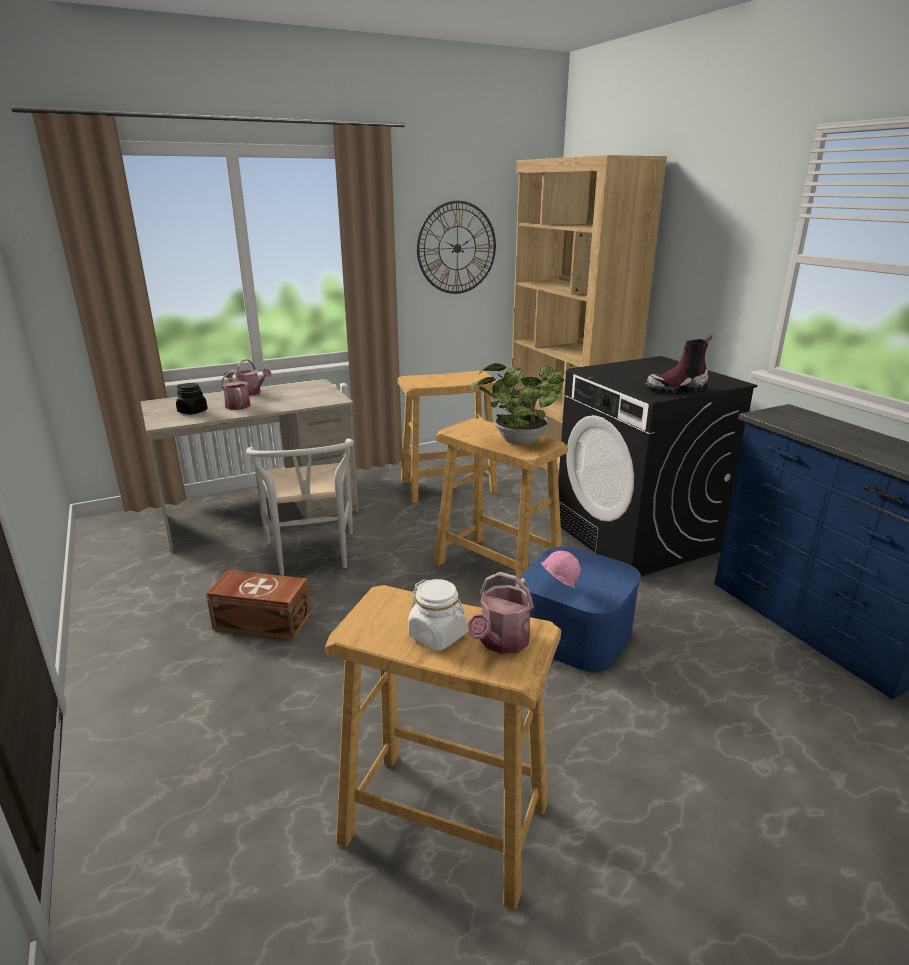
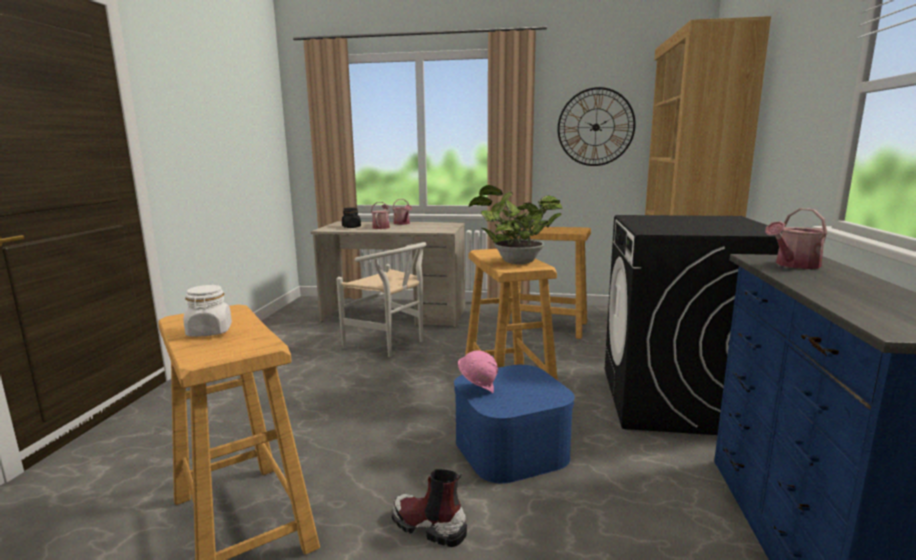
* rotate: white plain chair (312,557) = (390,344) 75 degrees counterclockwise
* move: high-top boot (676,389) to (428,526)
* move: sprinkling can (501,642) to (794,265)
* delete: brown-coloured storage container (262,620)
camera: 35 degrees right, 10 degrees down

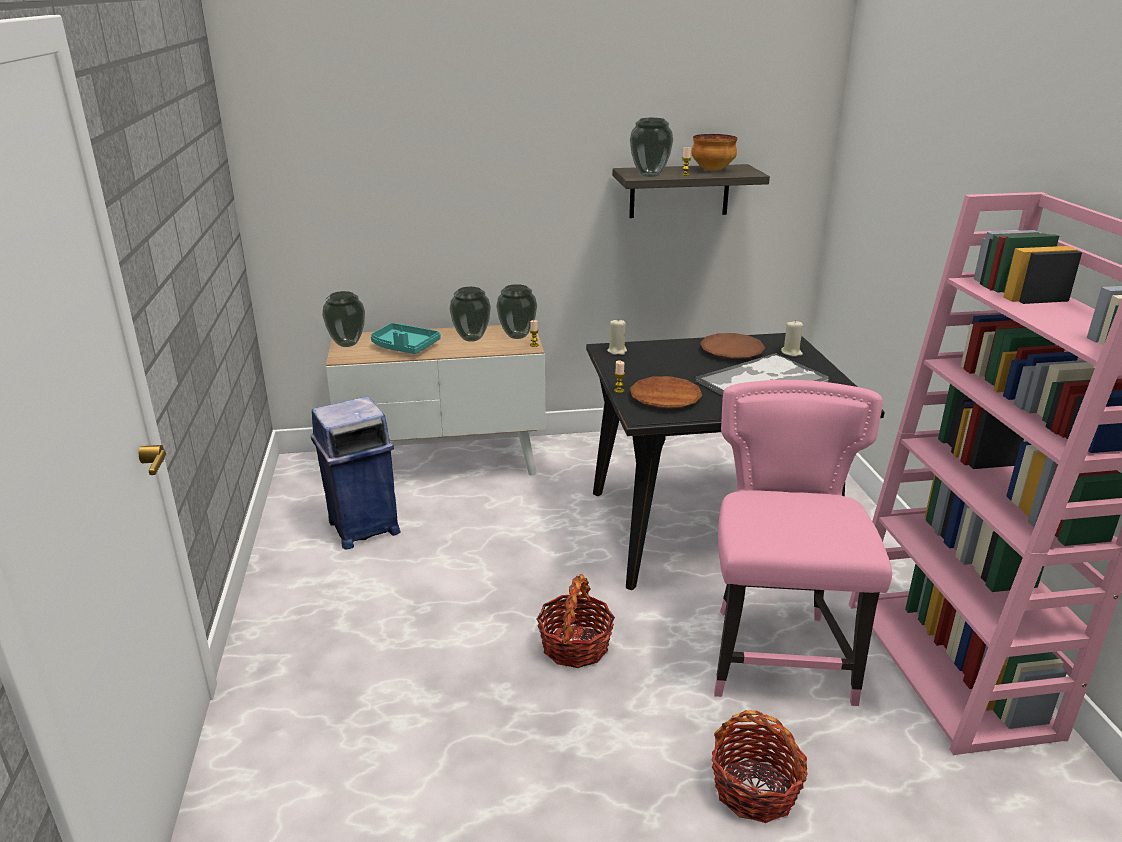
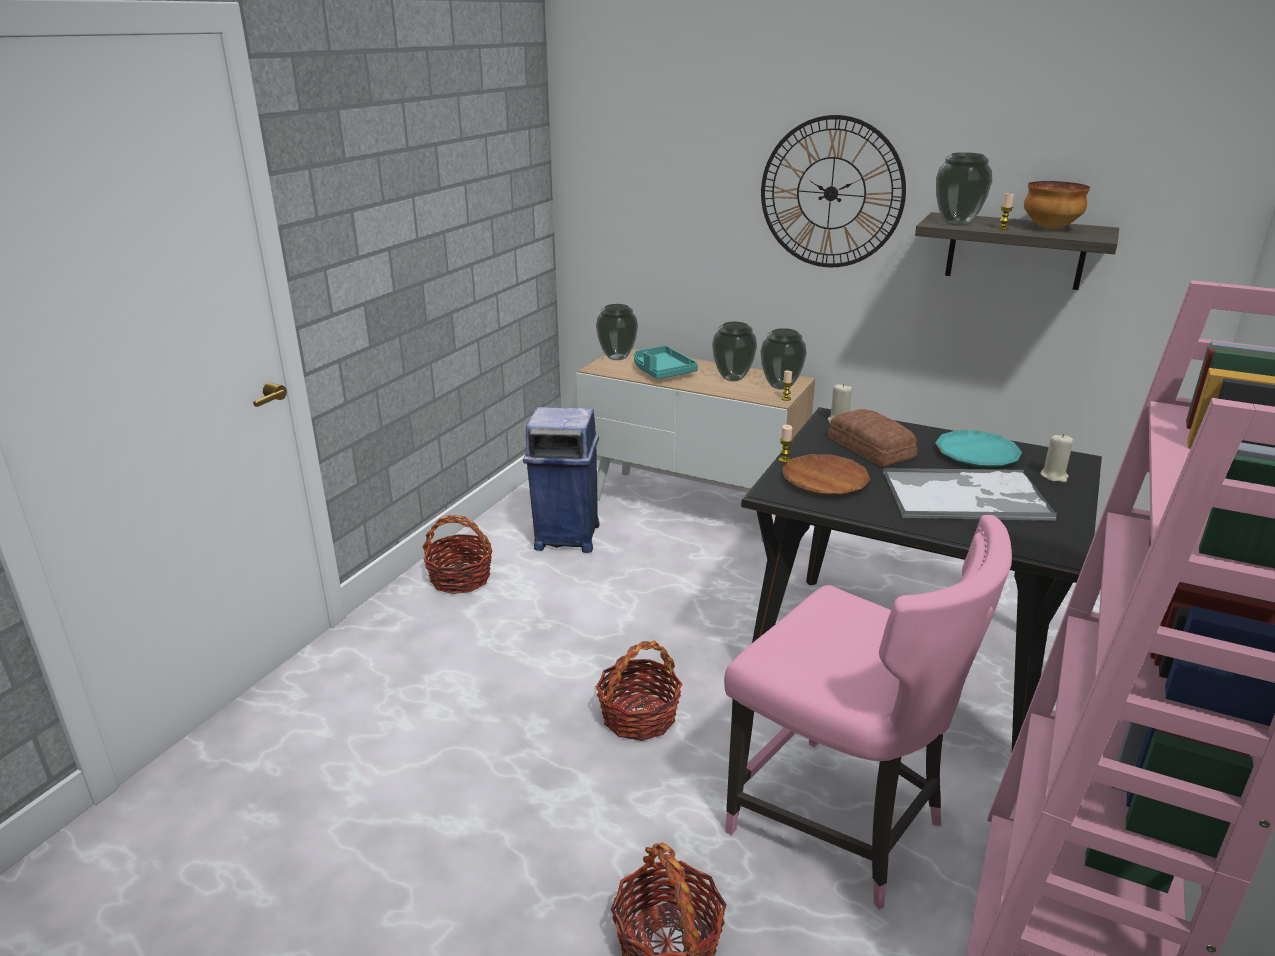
* insert: basket (460,578)
* rotate: pinkish plain chair (778,653) = (841,824) 90 degrees clockwise
* insert: clock on the wall (831,193)
* insert: bakery bread (870,448)
* recolor: brown-coloured dinner plate (731,351) to blue-green dinner plate (976,454)
camera: 35 degrees right, 0 degrees up

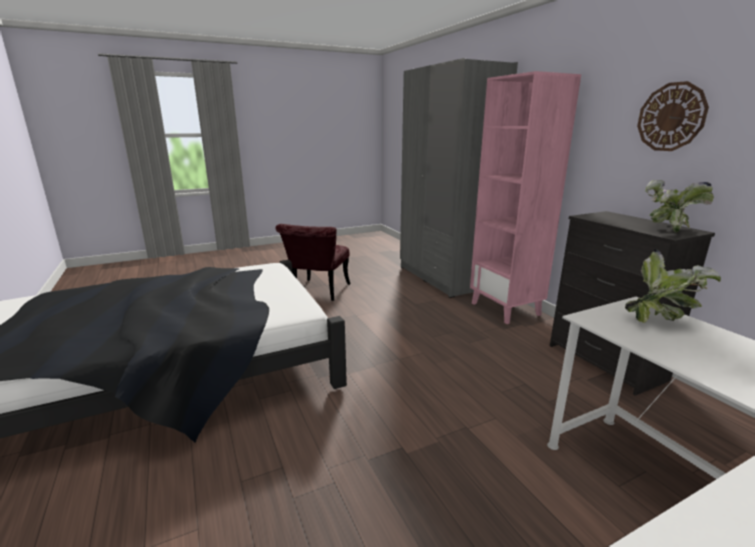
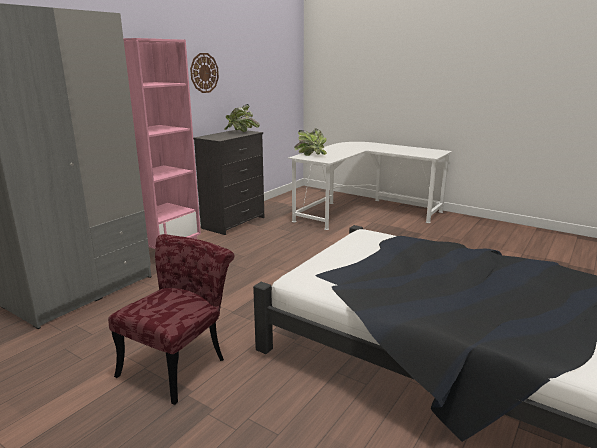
* rotate: red plain chair (318,292) = (180,362) 45 degrees counterclockwise
camera: 120 degrees left, 0 degrees up

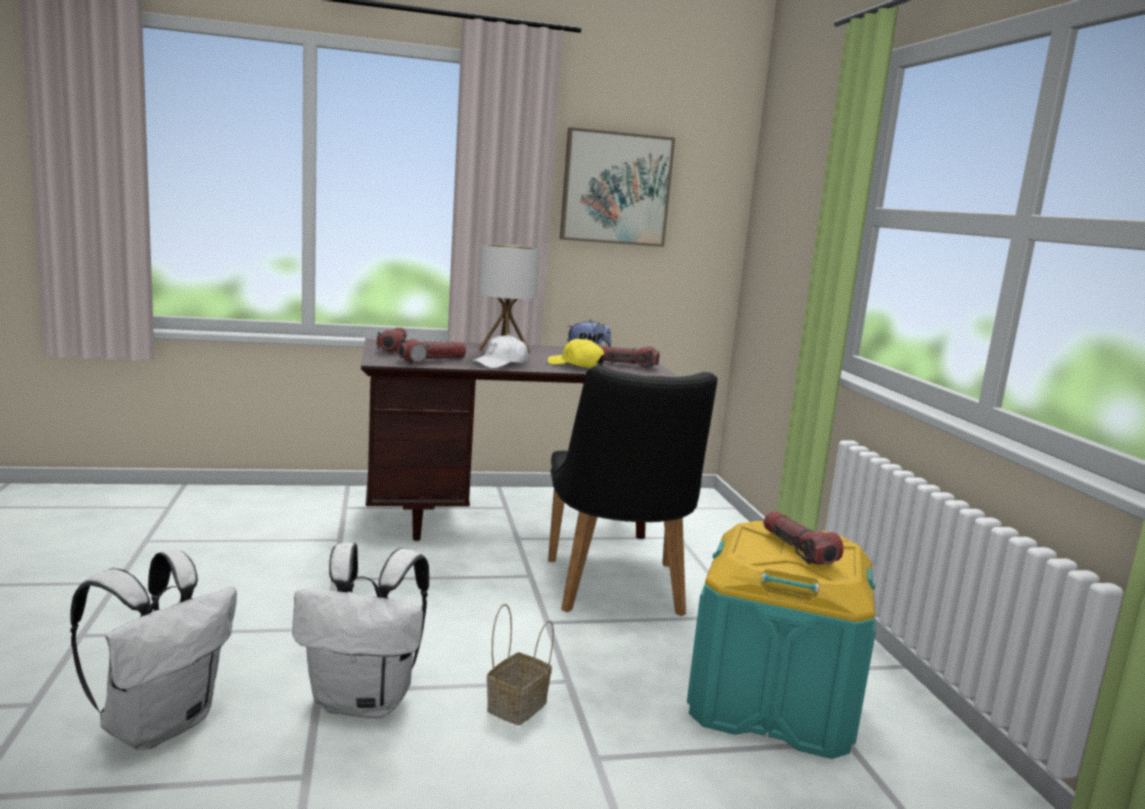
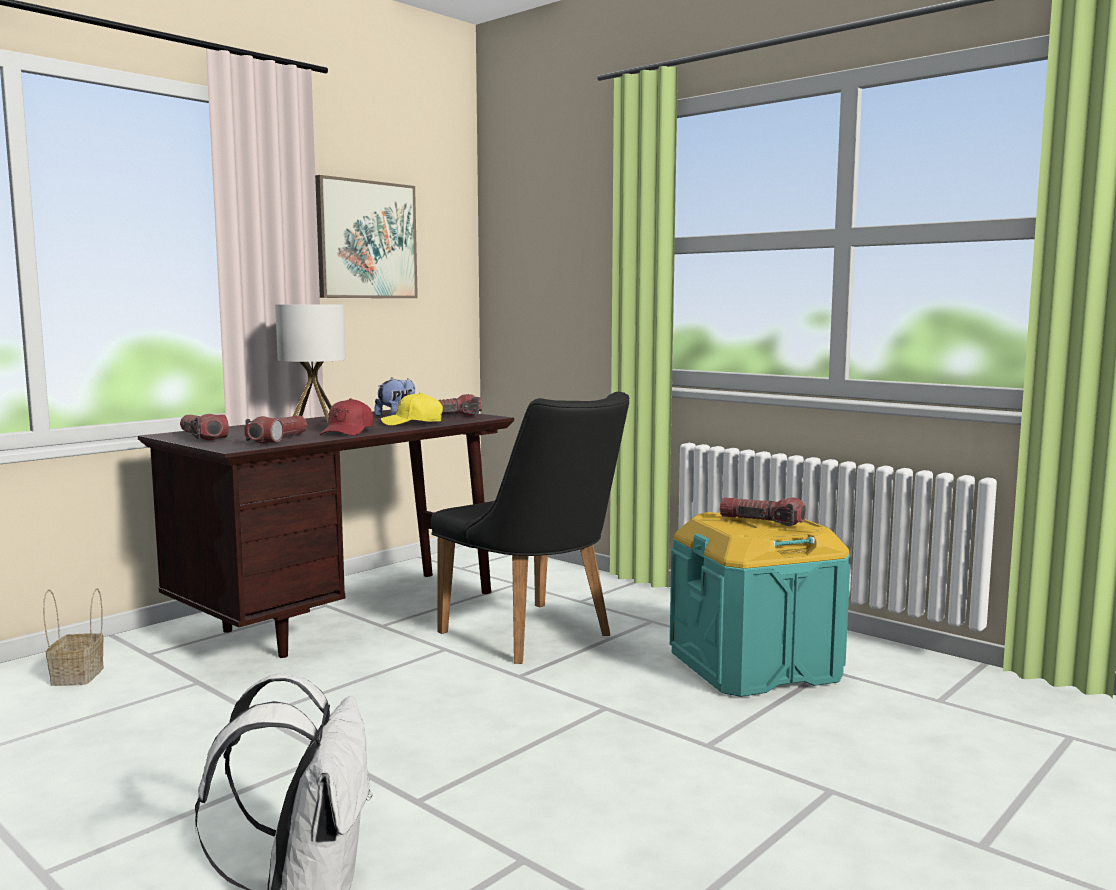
* move: basket (517,708) to (78,677)
* recolor: white cap (500,363) to red cap (348,432)
* delete: white knapsack (365,701)
camera: 35 degrees left, 5 degrees down

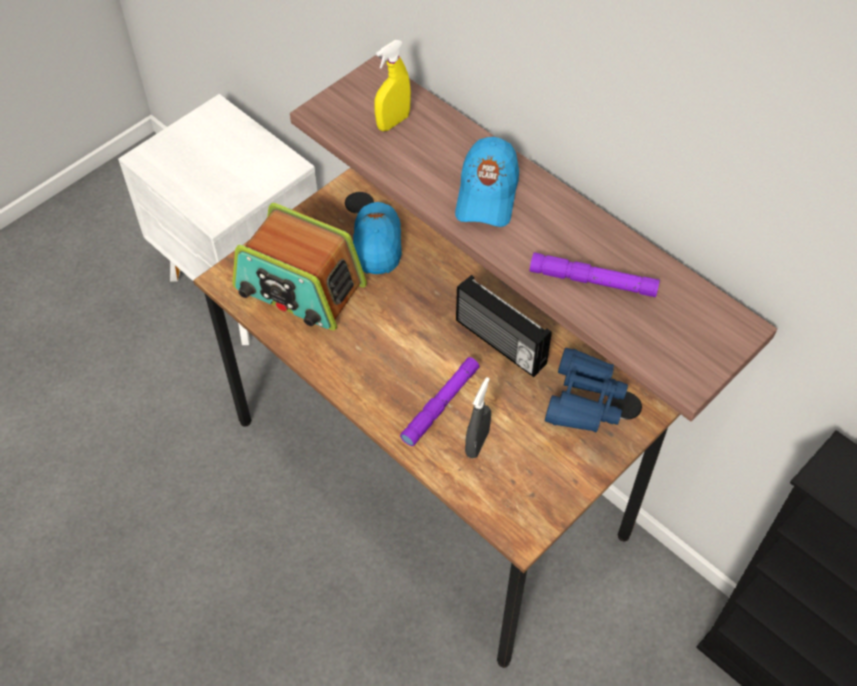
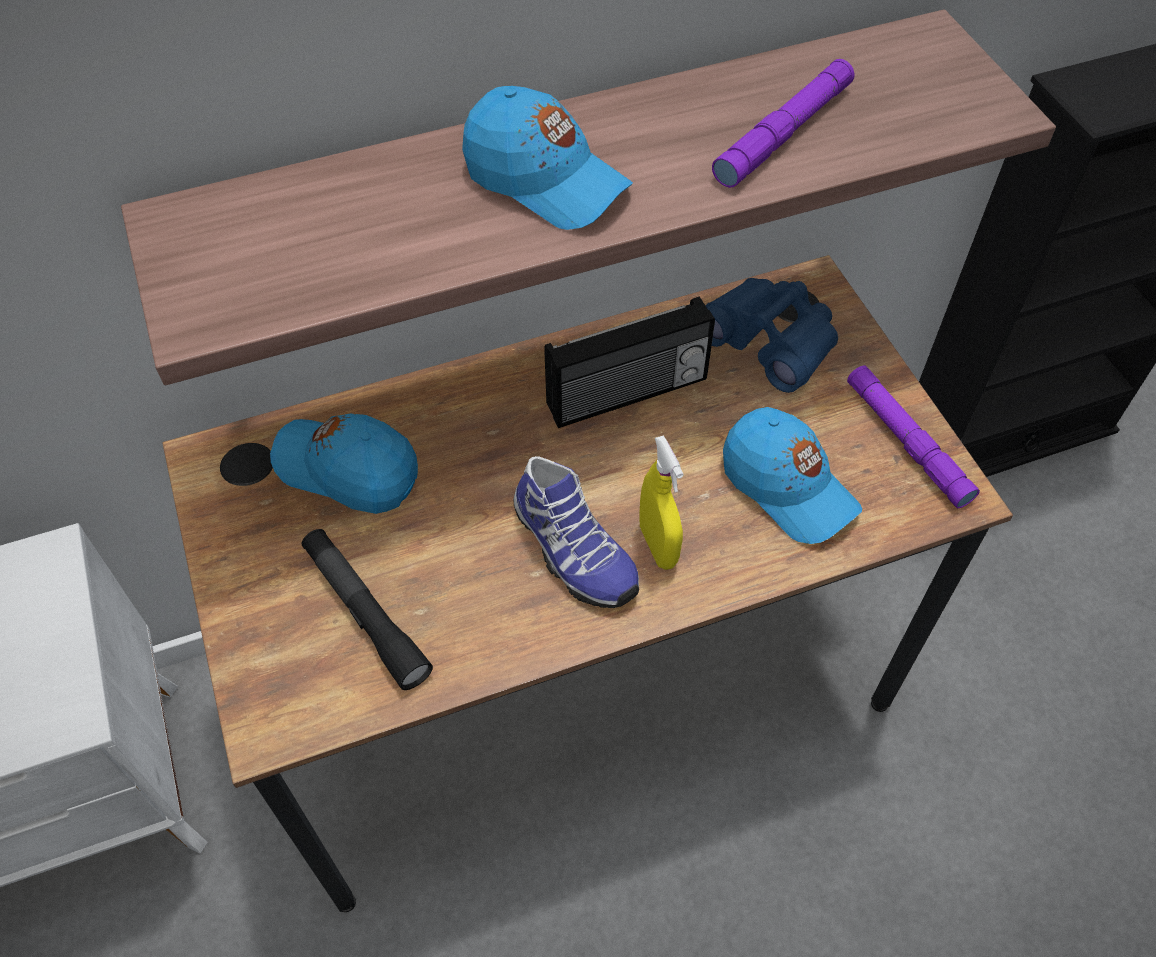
* replace: radio (299,288) to blackish flashlight (365,613)
* insert: low shoe (570,552)
* move: yellow hand sprayer (393,122) to (658,546)
* replace: gray hand sprayer (477,443) to blue cap (787,487)
* move: purple flashlight (440,405) to (907,442)
camera: 65 degrees left, 0 degrees up

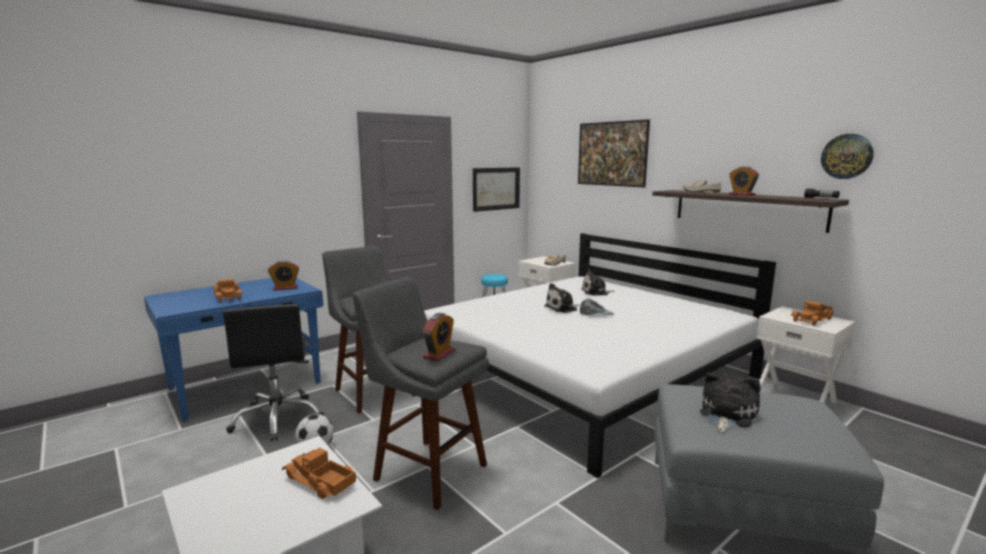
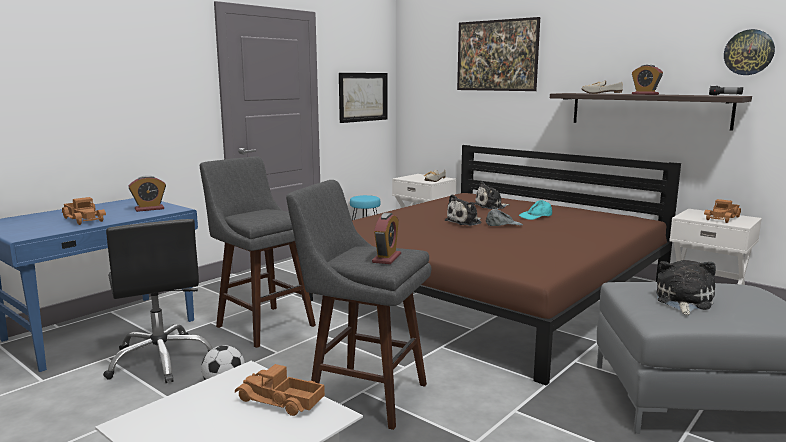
* recolor: white bedroom bed (585,373) to brown-coloured bedroom bed (491,292)
* insert: blue-green cap (536,216)
camera: 10 degrees left, 0 degrees up

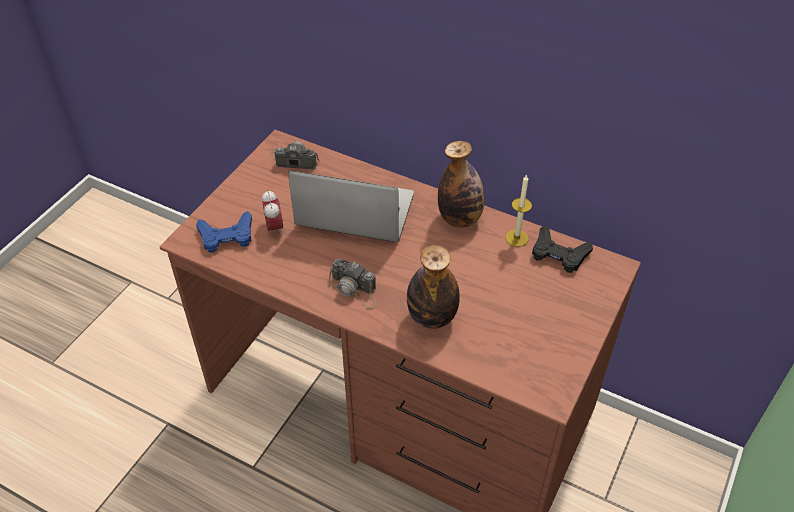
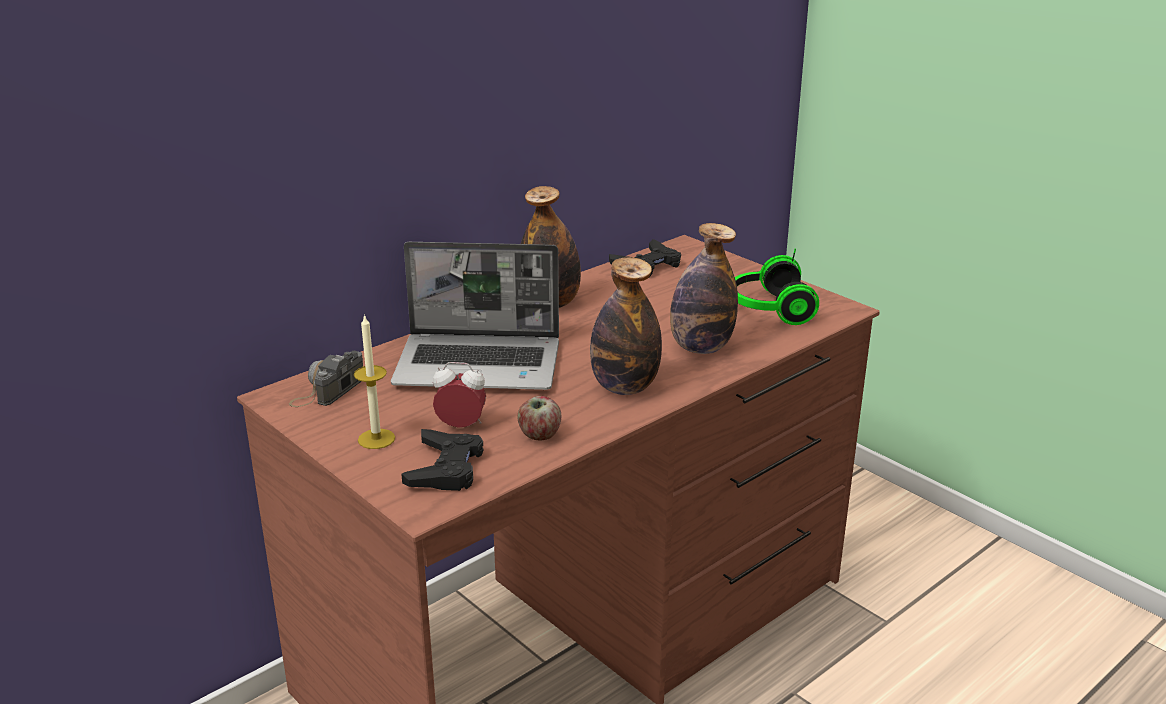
* move: candle (516,238) to (376,439)
* rotate: portable computer (353,212) = (480,365) 120 degrees counterclockwise
* recolor: blue joypad (226,236) to blackish joypad (445,468)
* insert: whole apple (539,435)
* replace: still camera (354,289) to bottle (624,387)
* insert: headphones (767,309)
camera: 70 degrees left, 20 degrees down

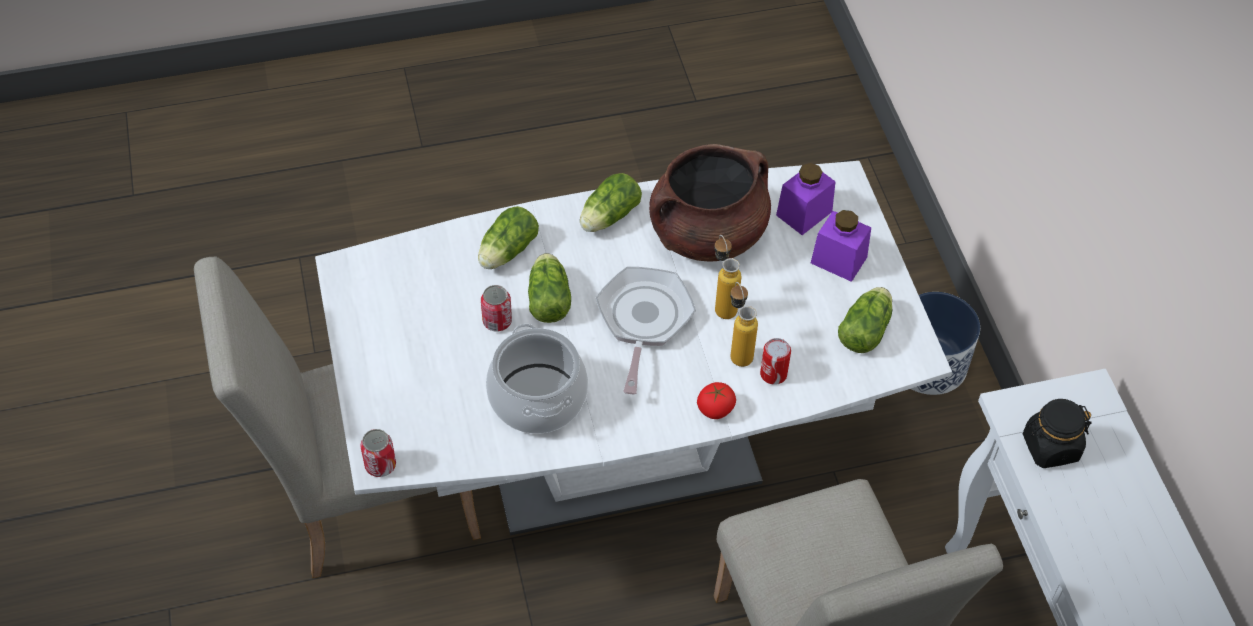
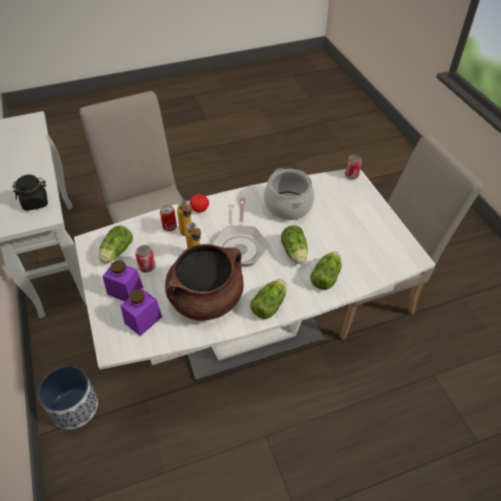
* move: metal can (497,321) to (147,267)
camera: 175 degrees right, 5 degrees down

